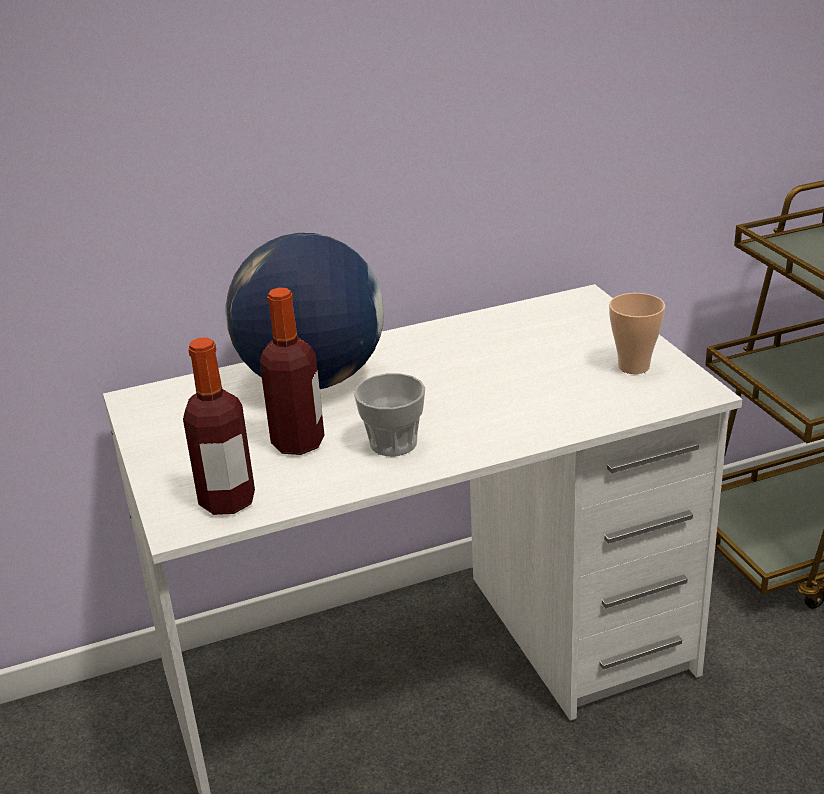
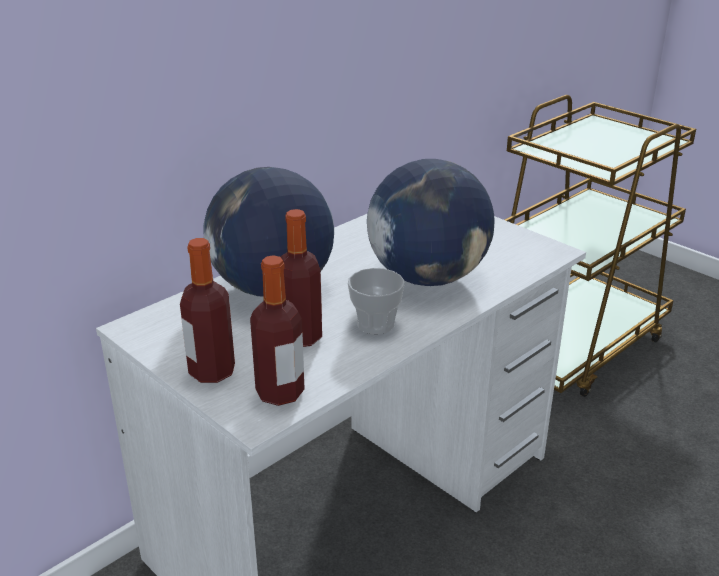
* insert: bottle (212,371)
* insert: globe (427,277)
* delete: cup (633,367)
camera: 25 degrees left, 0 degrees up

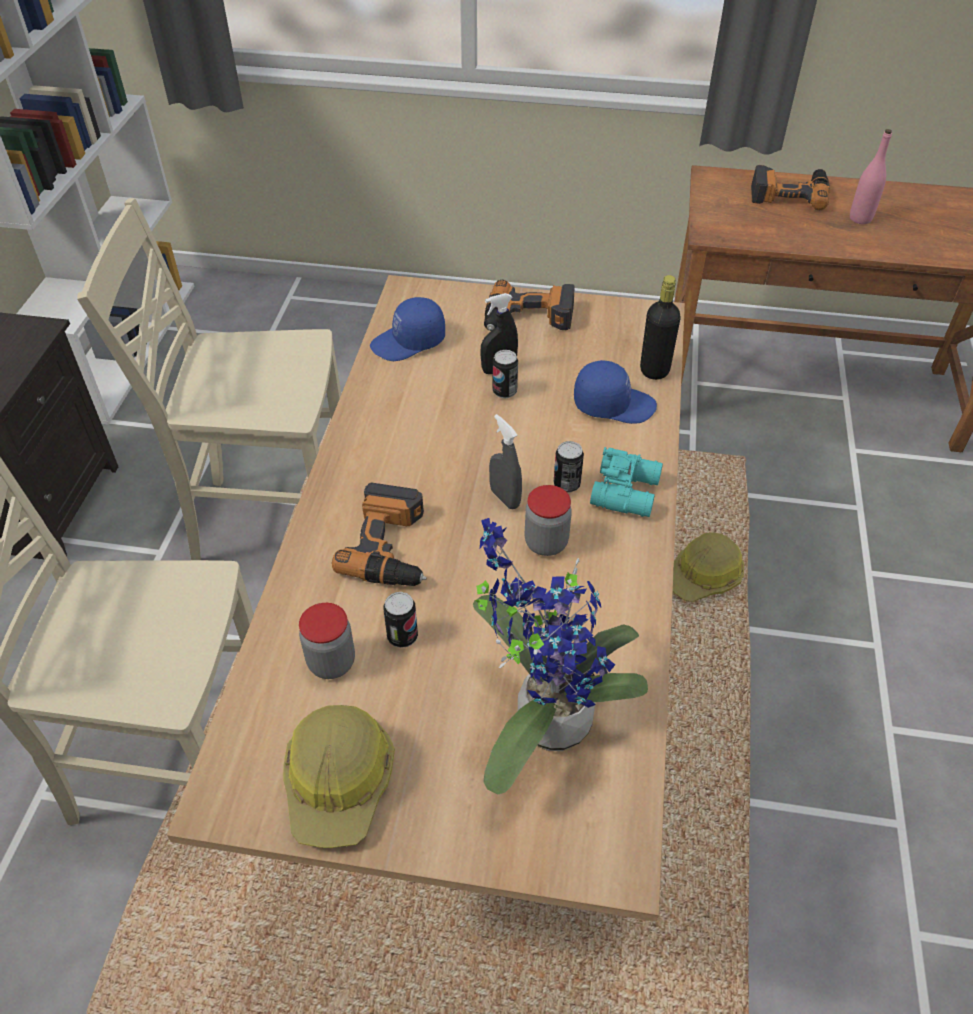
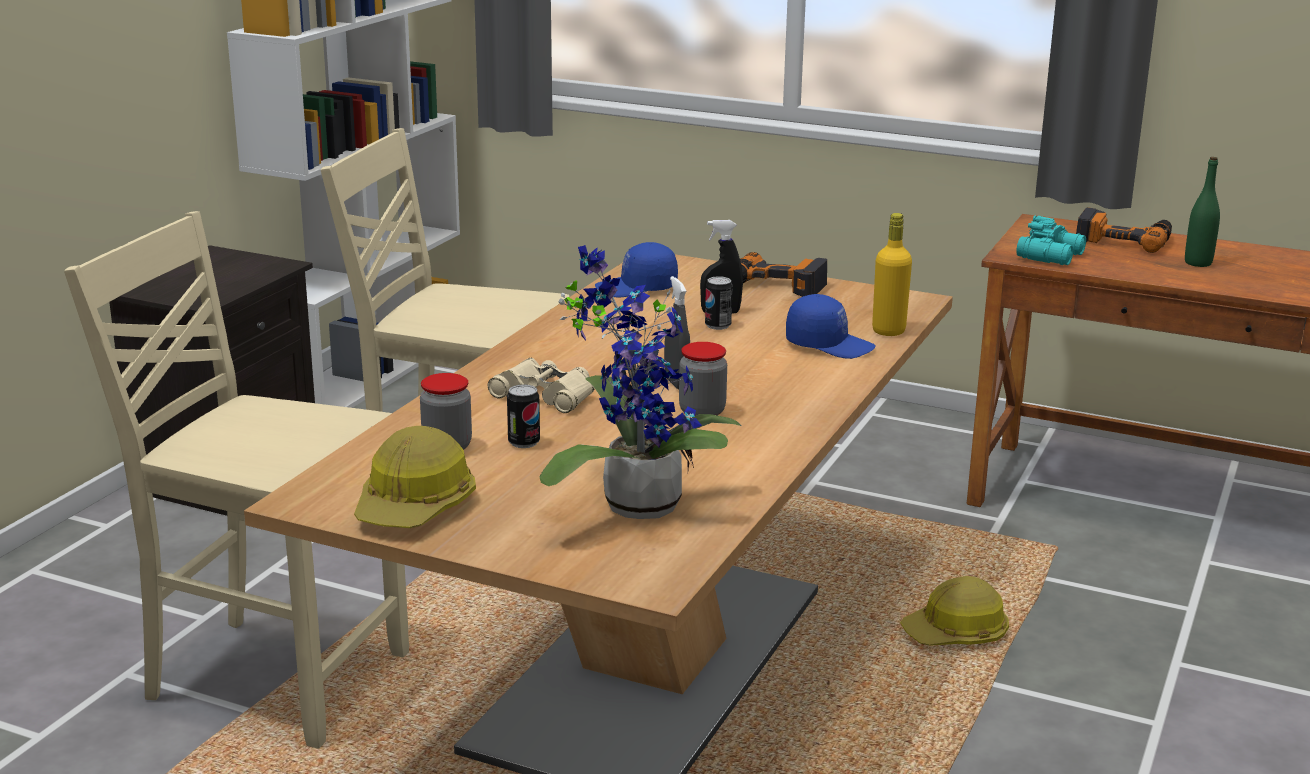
* replace: drill (392,546) to sand-coloured binoculars (545,395)
* recolor: blackish bottle (654,370) to yellow bottle (888,331)
* move: blue-green binoculars (627,491) to (1052,256)
* recolor: pinkish bottle (860,218) to green-coloured bottle (1198,263)
* delete: metal can (566,484)
camera: 15 degrees right, 25 degrees down

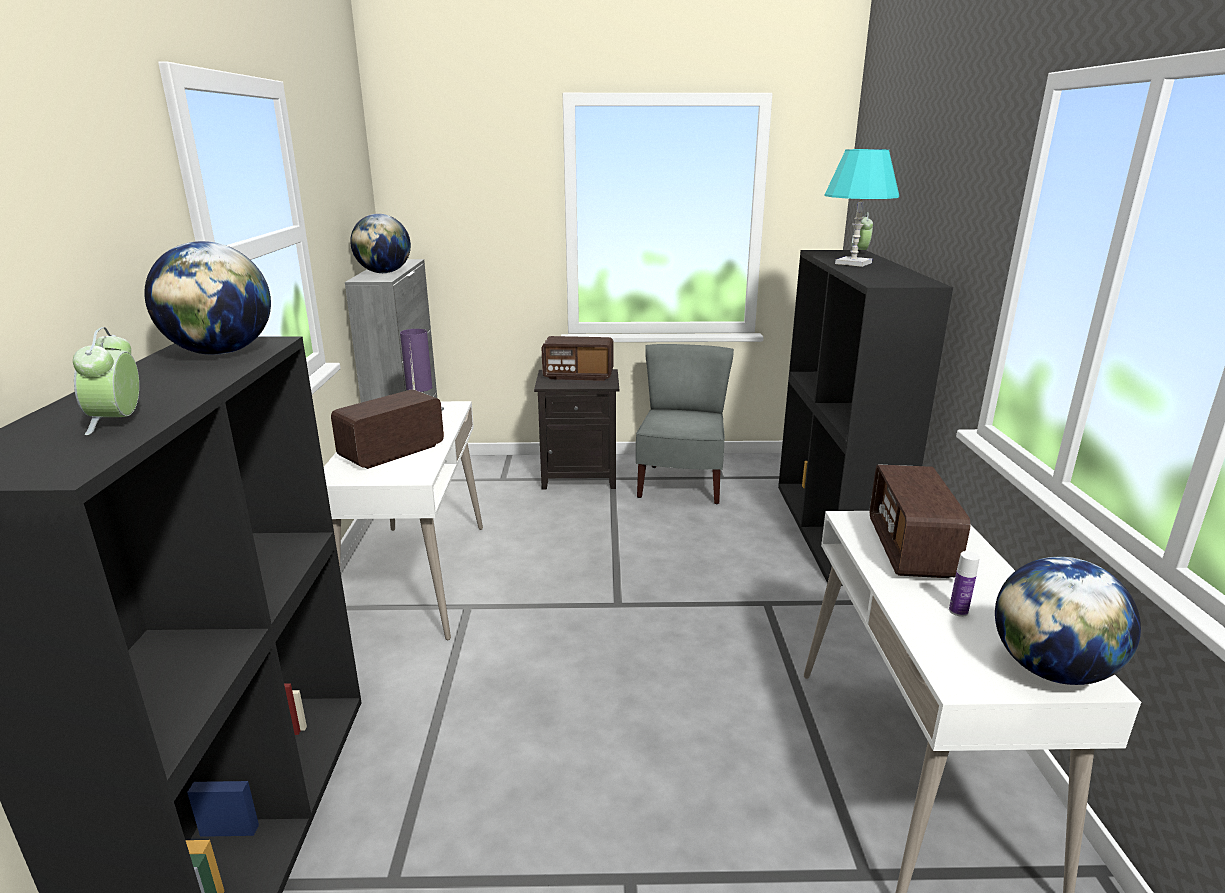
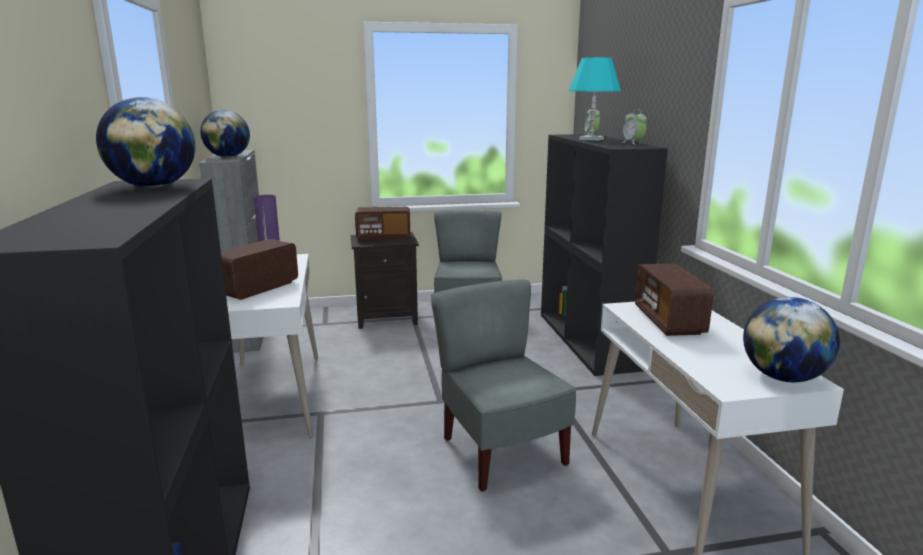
* insert: gray plain chair (501,452)
* move: bedside clock (118,422) to (633,143)
* delete: bottle (958,611)
camera: 10 degrees left, 5 degrees down

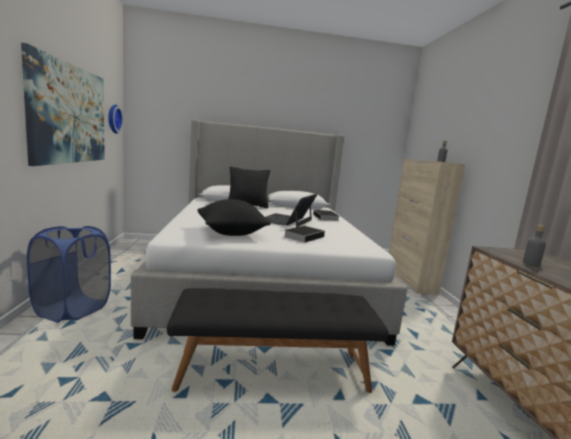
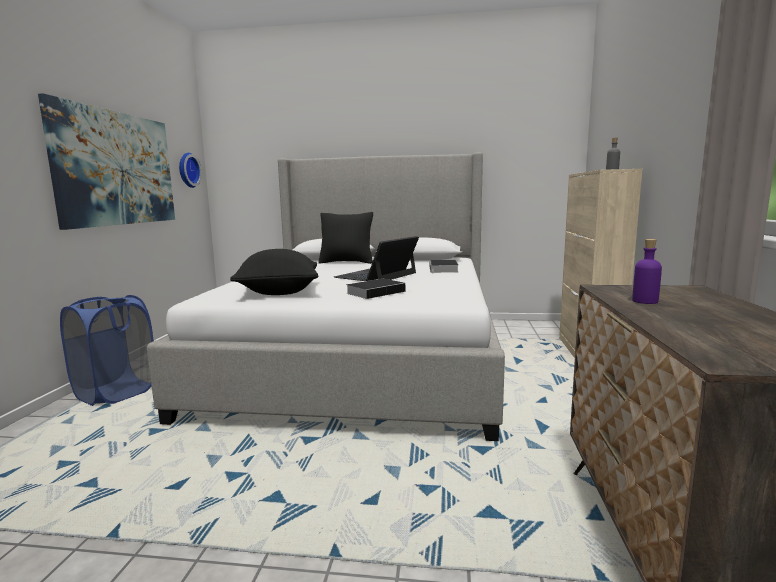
* recolor: gray bottle (531,263) to purple bottle (645,301)
* delete: blackish bench (273,370)
camera: 15 degrees right, 0 degrees up

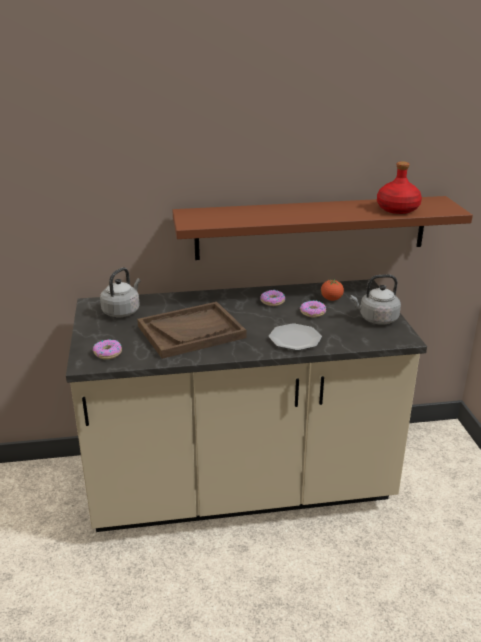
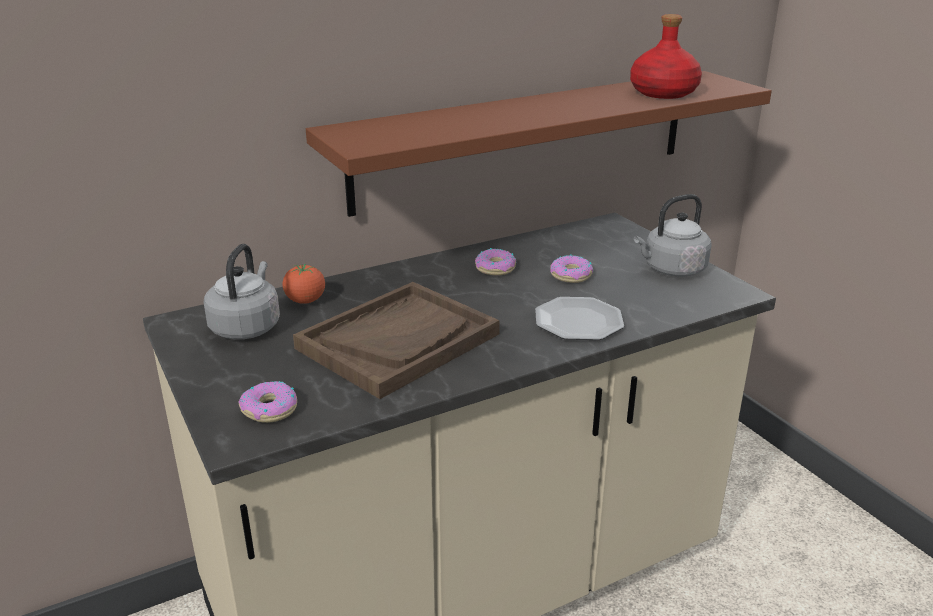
* move: fresh tomato (331,299) to (305,301)
camera: 20 degrees left, 0 degrees up

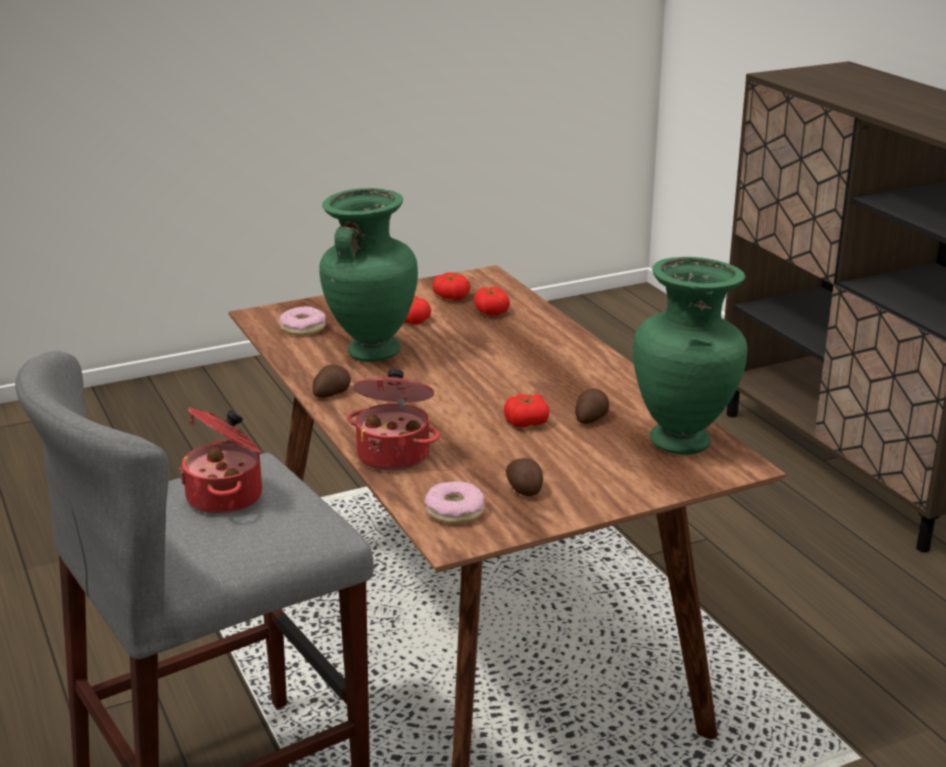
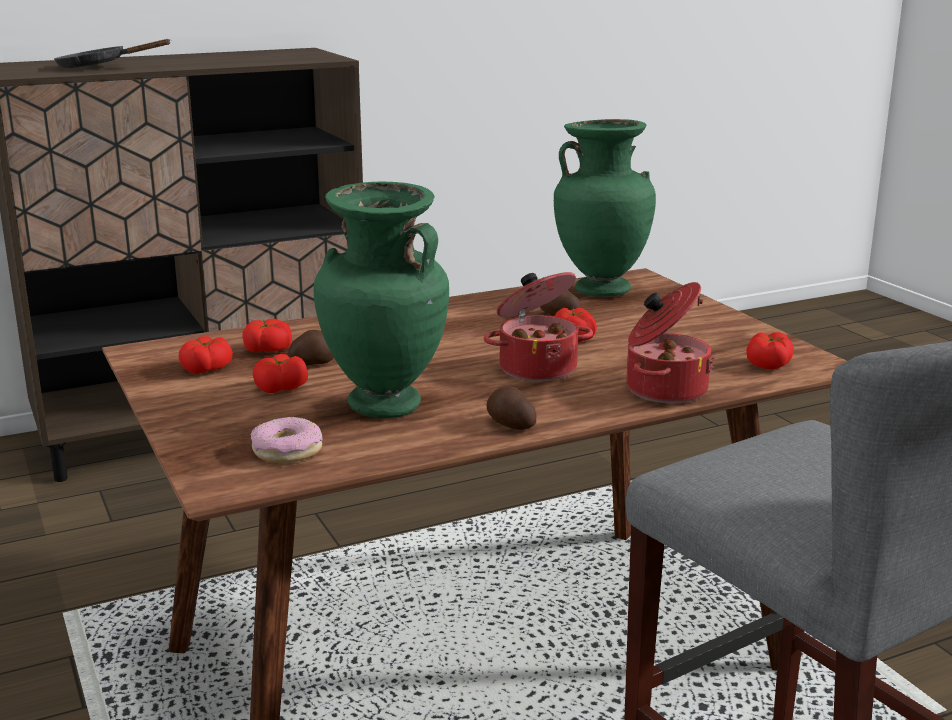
* insert: blackish frying pan (99,67)
* move: whole potato (524,488) to (312,363)
* move: saucepot (227,497) to (537,368)
* replace: doughnut (455,511) to fresh tomato (768,364)
camera: 90 degrees left, 5 degrees down

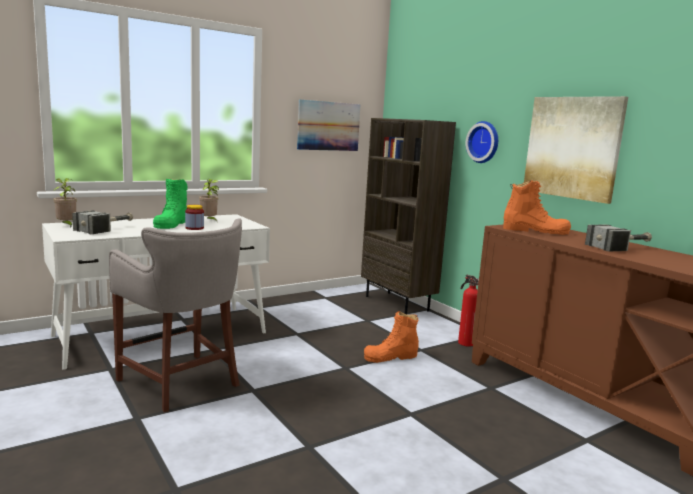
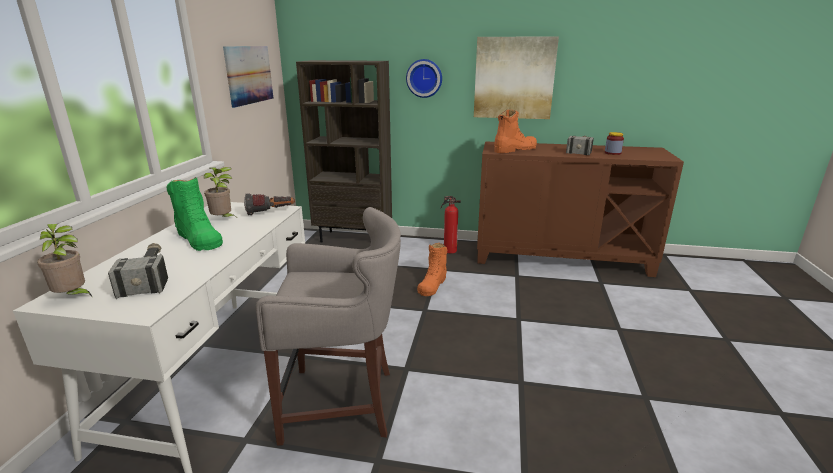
* insert: flashlight (271,213)
* move: storage jar (194,228) to (612,153)
camera: 45 degrees left, 10 degrees up

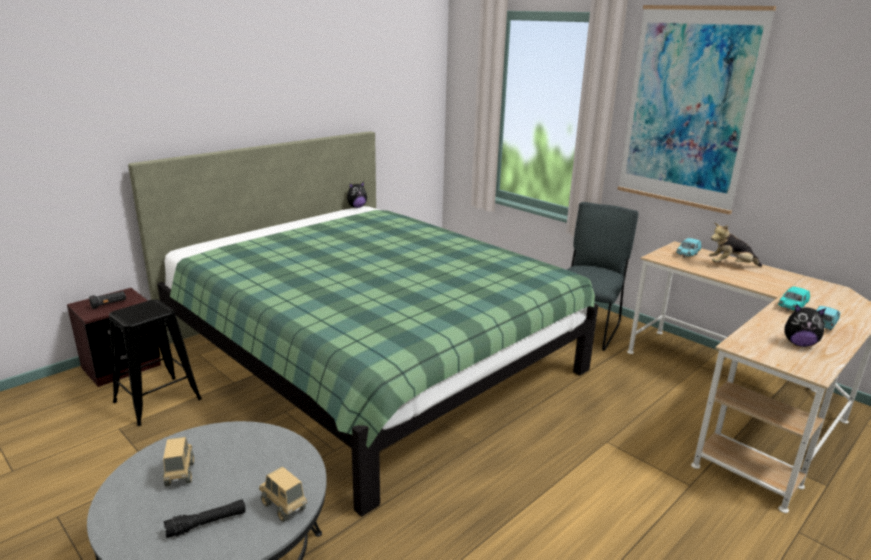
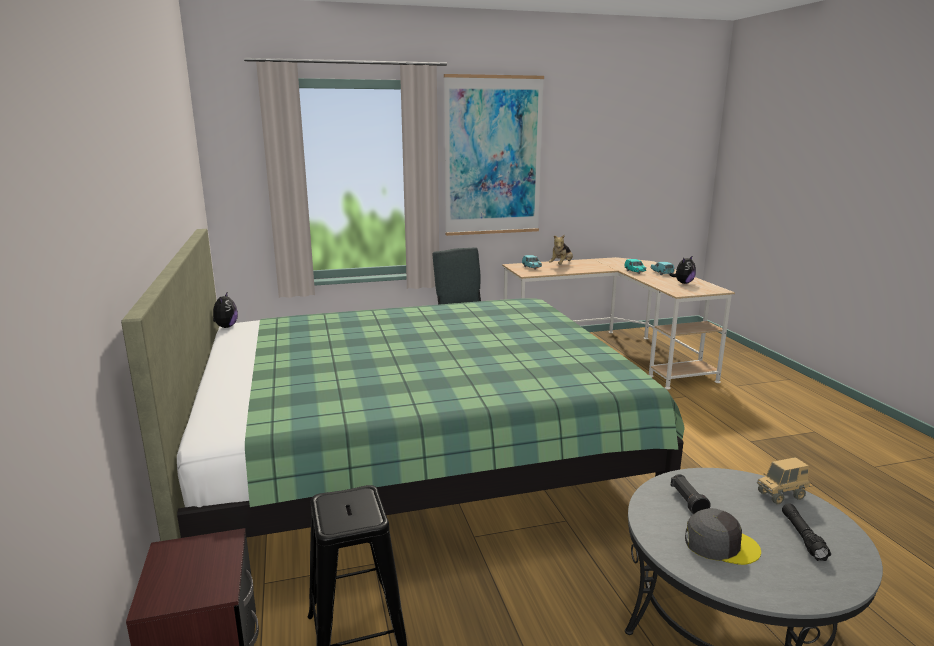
* move: blackish flashlight (109,304) to (687,501)
* replace: model truck (180,474) to gray cap (720,544)
camera: 60 degrees left, 5 degrees down

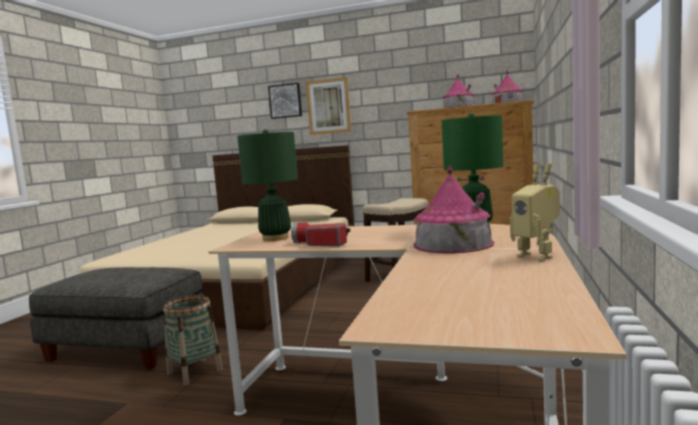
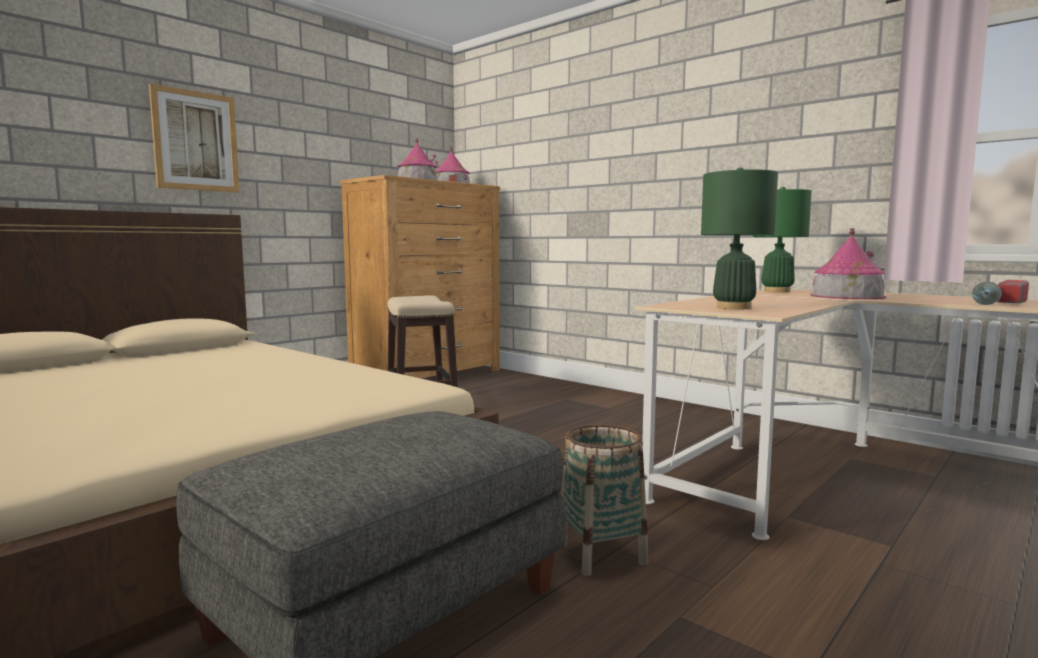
* move: flashlight (319,244) to (998,303)
* delete: wall art (285,101)
* delete: toy robot (537,256)
camera: 65 degrees left, 0 degrees up

